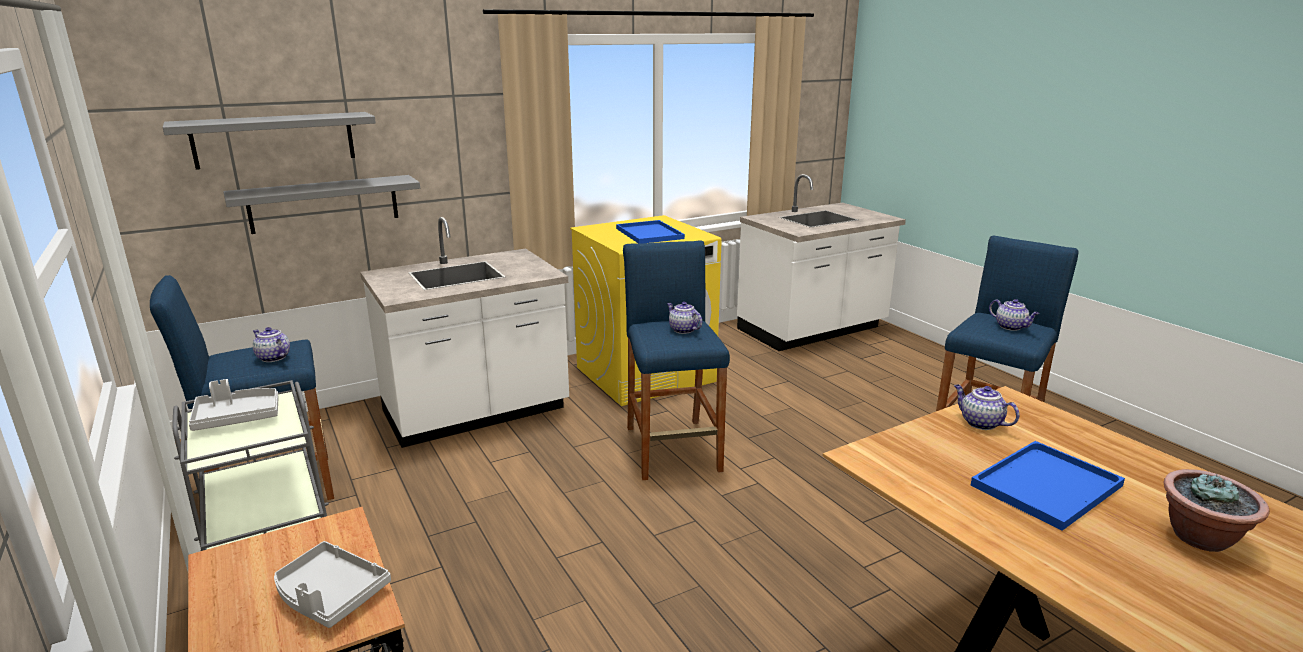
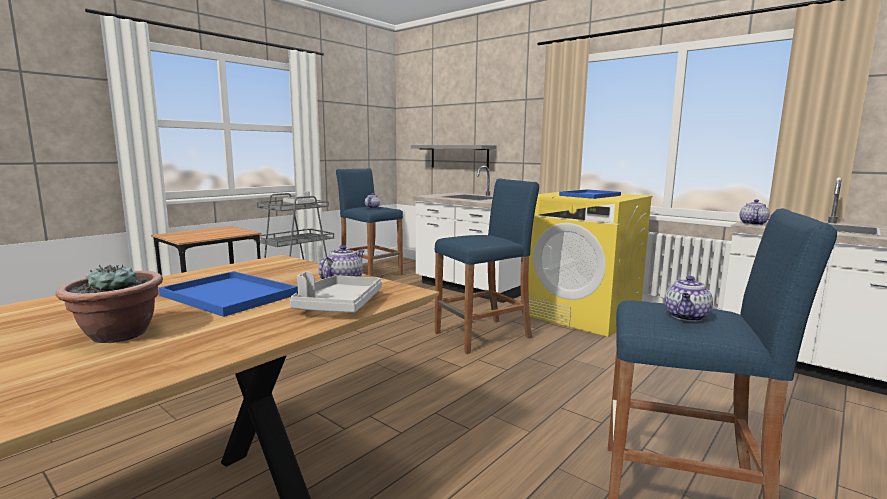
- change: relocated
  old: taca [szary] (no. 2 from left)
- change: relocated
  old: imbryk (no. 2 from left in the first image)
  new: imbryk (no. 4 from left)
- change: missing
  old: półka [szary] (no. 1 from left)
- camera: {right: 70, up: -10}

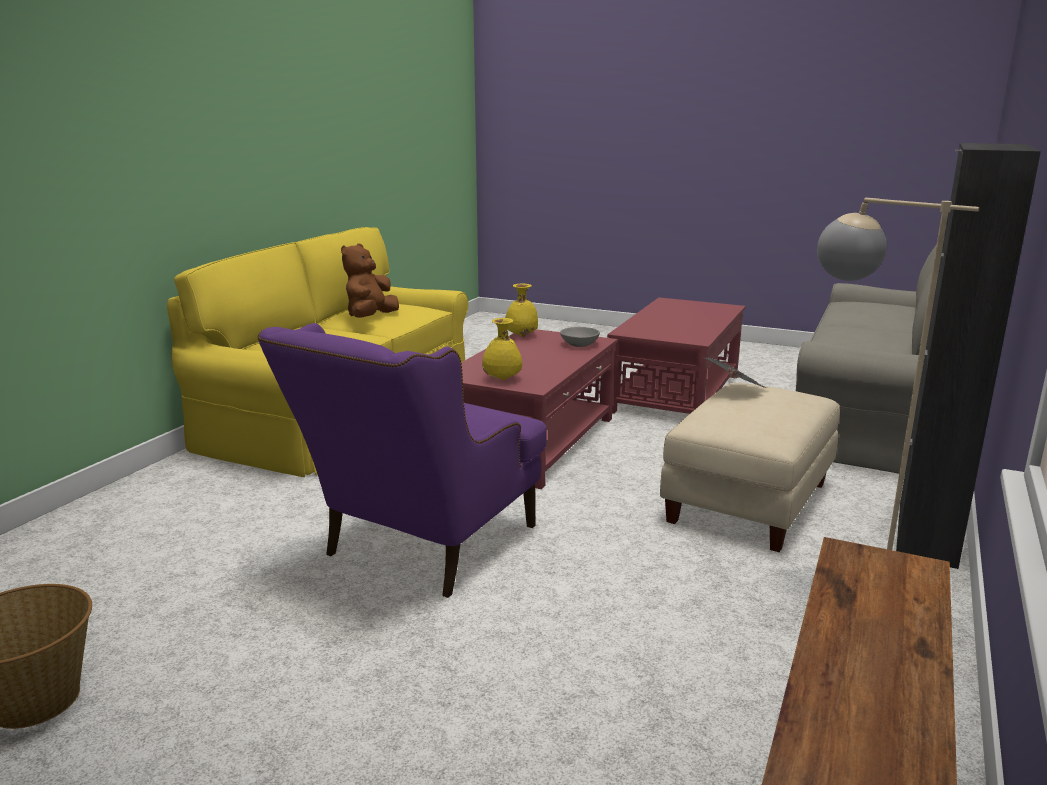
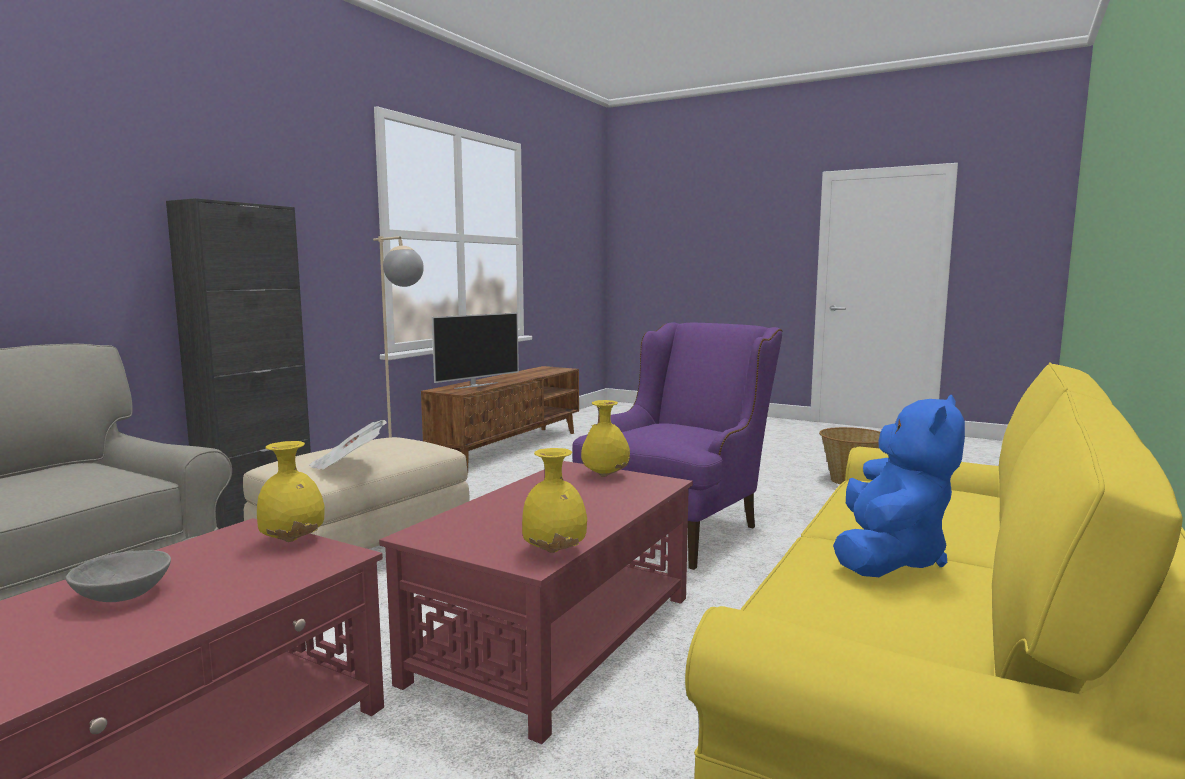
- change: relocated
  old: miska [szary]
- change: appeared
  new: wazon [żółty] (no. 1 from left)
- change: appeared
  new: telewizor
- change: colour
  old: pluszak [brązowy]
  new: pluszak [niebieski]
- camera: {right: -175, up: -10}

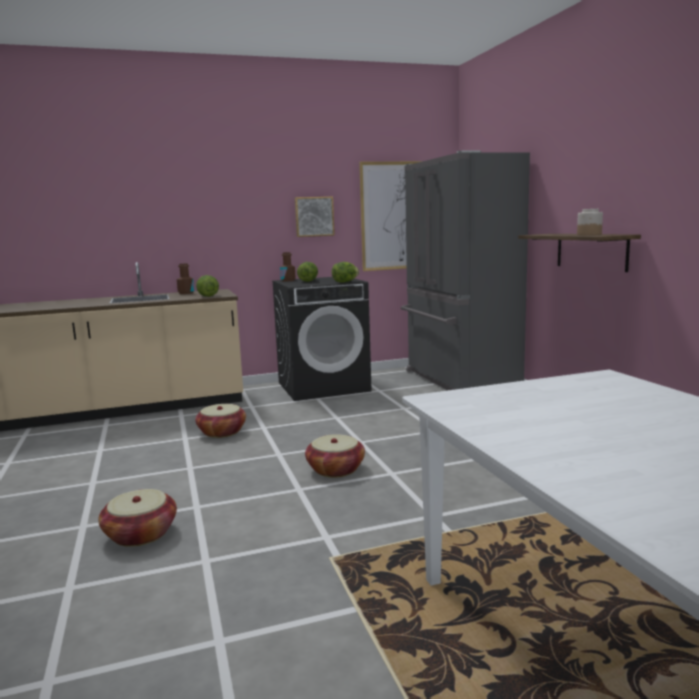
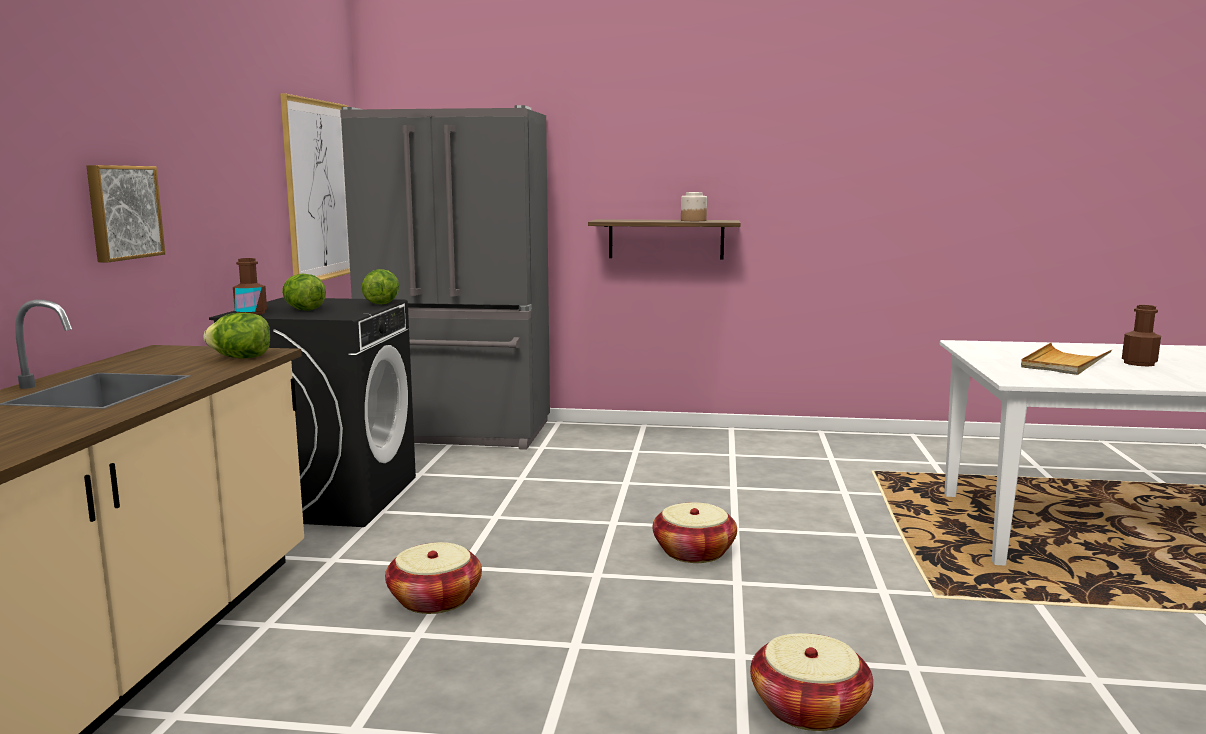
- change: relocated
  old: obraz (no. 1 from left)
- change: appeared
  new: taca [beżowy]
- change: relocated
  old: butelka [brązowy] (no. 1 from left in the first image)
  new: butelka [brązowy] (no. 2 from left)
- camera: {right: -65, up: 0}

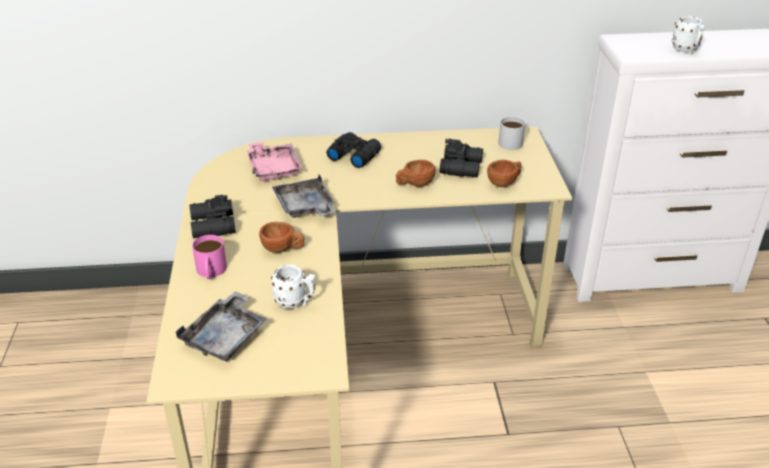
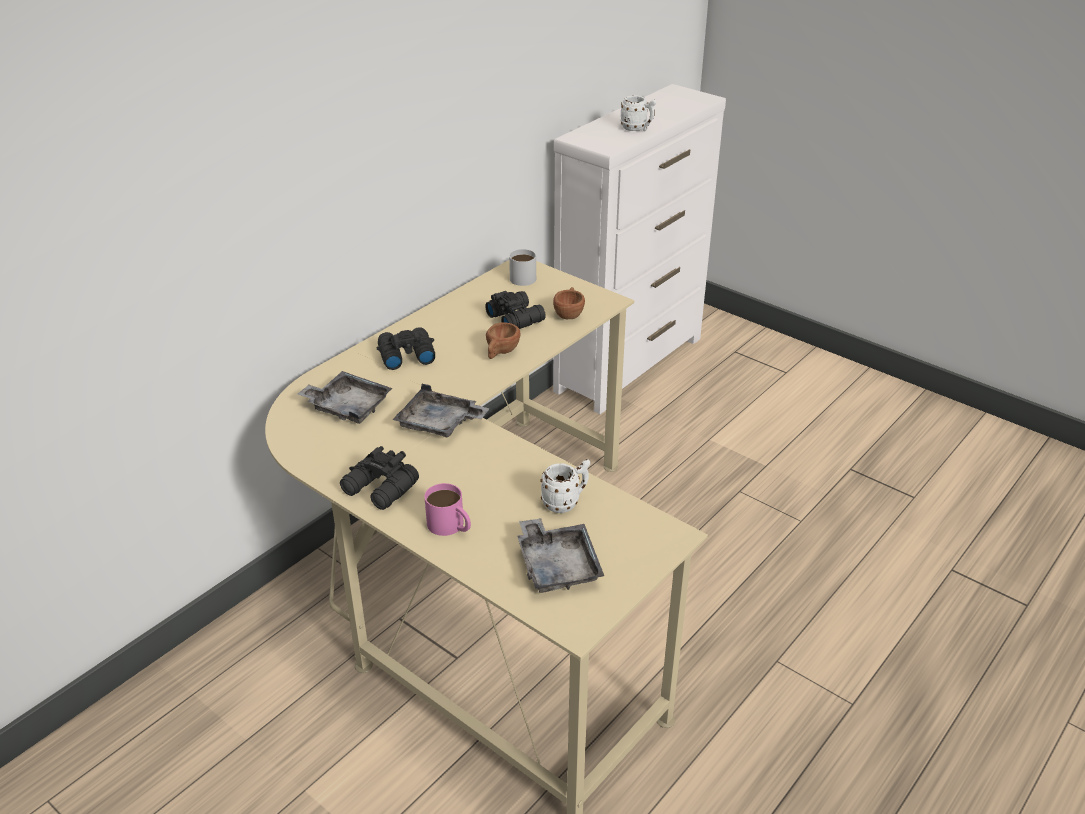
- change: colour
  old: taca [różowy]
  new: taca [szary] (no. 1 from left)
- change: missing
  old: filiżanka [brązowy] (no. 1 from left)
- camera: {right: -45, up: 0}

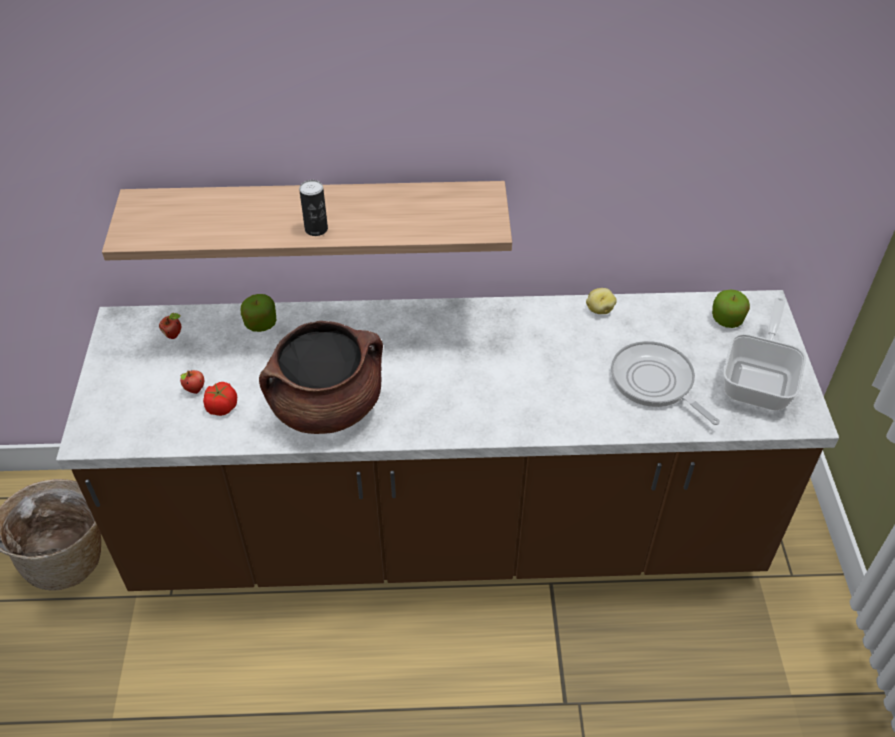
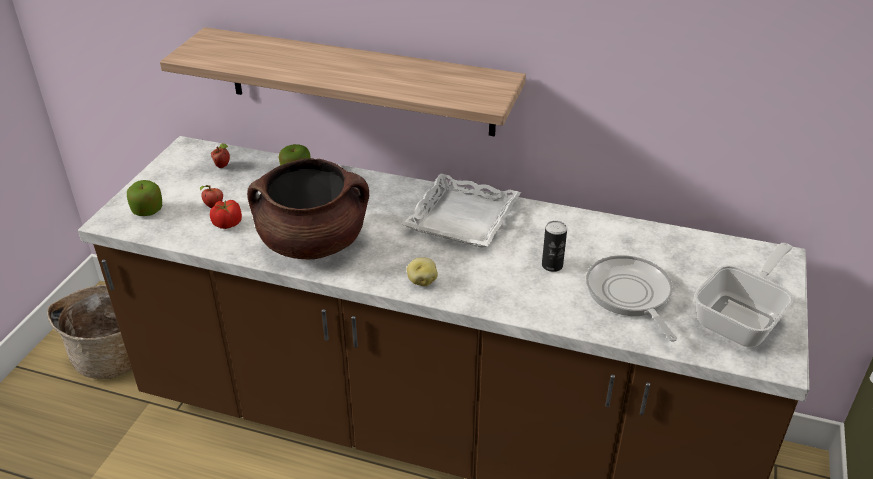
- change: relocated
  old: jabłko (no. 4 from left in the first image)
  new: jabłko (no. 1 from left)
- change: appeared
  new: taca [biały]
- change: relocated
  old: ziemniak
- change: relocated
  old: puszka
- camera: {right: 20, up: -10}

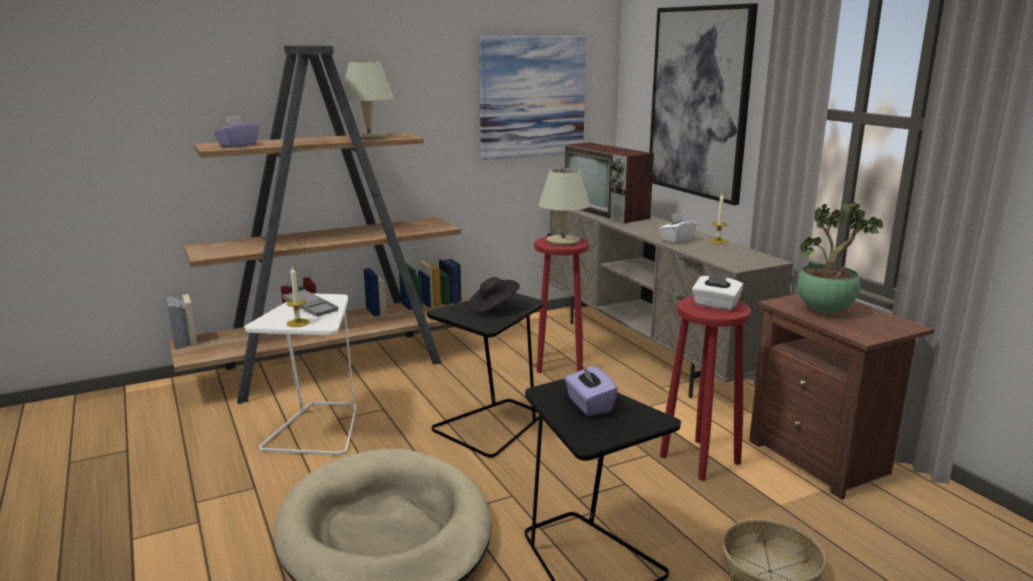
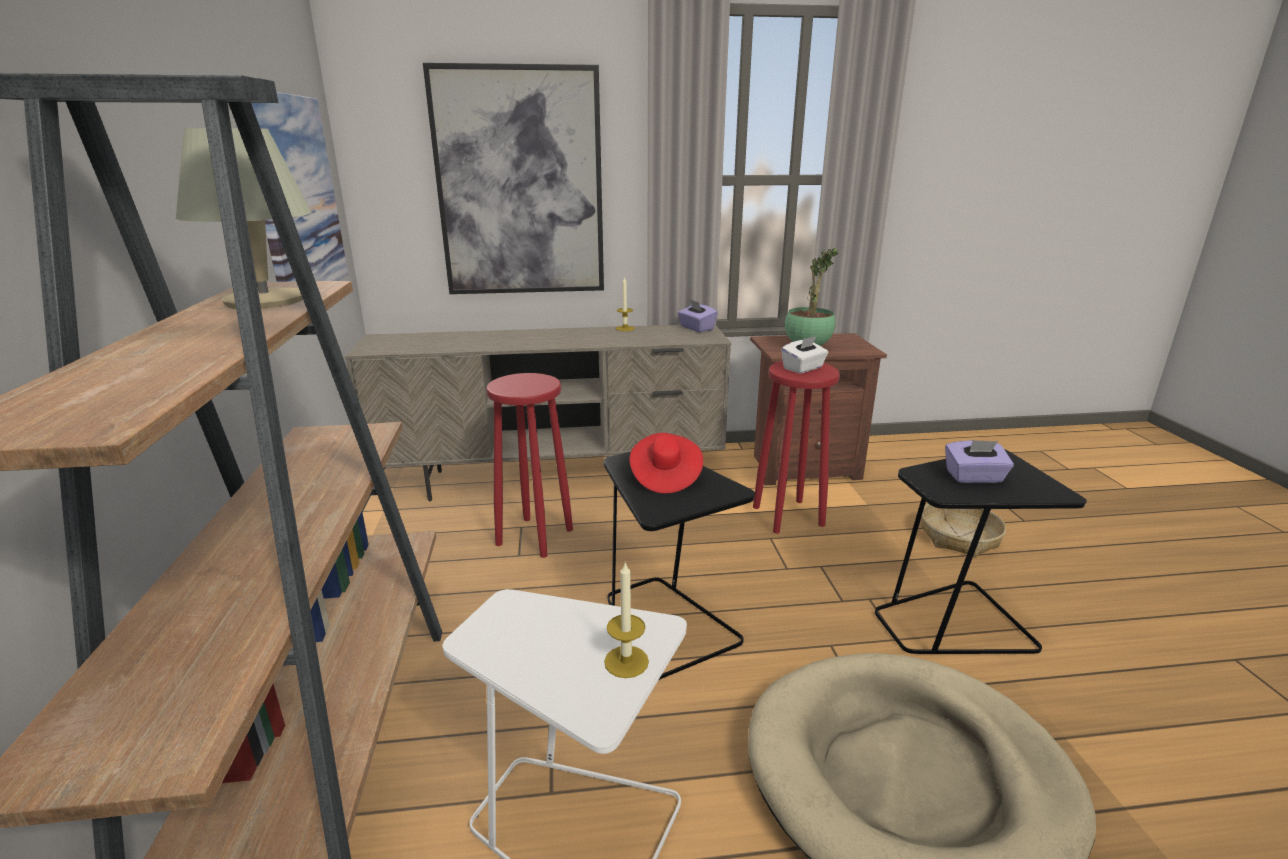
- change: colour
  old: kapelusz [czarny]
  new: kapelusz [czerwony]
- change: relocated
  old: pudełko chusteczek [fioletowy] (no. 1 from left)
- change: missing
  old: taca [szary]
- change: missing
  old: lampa stołowa [beżowy] (no. 2 from left)
- change: missing
  old: telewizor
- change: missing
  old: pudełko chusteczek [biały] (no. 1 from left)
- camera: {right: -70, up: 5}

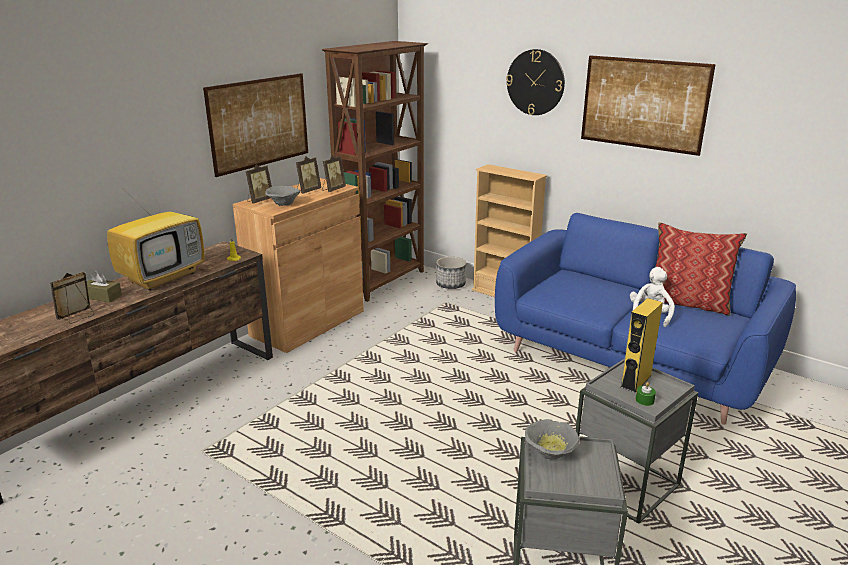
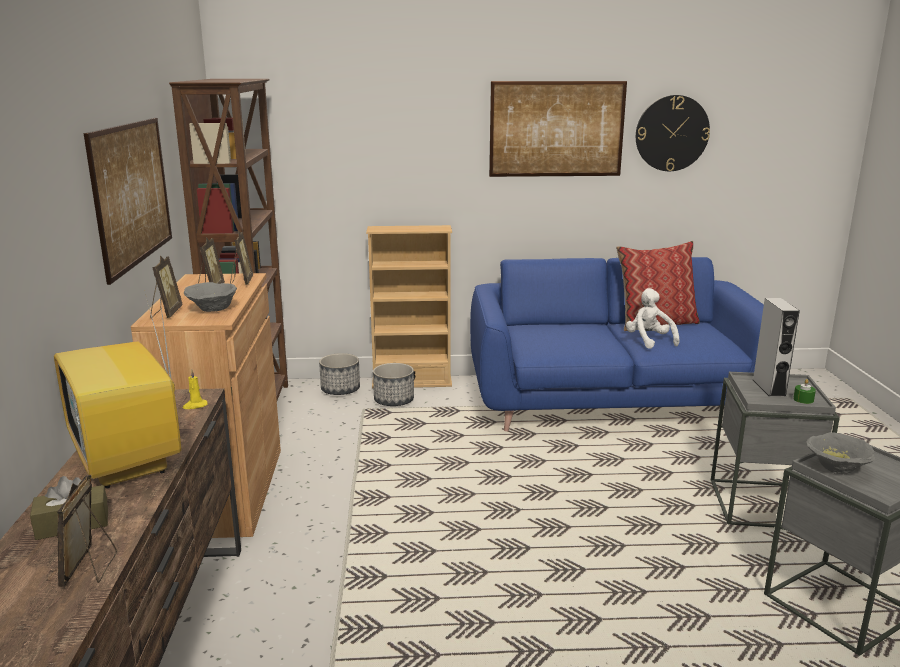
- change: spun
  old: telewizor
  degrees: 150
- change: appeared
  new: donica (no. 2 from left)
- change: relocated
  old: zegar ścienny
- change: colour
  old: głośnik [żółty]
  new: głośnik [szary]
- camera: {right: -40, up: -5}

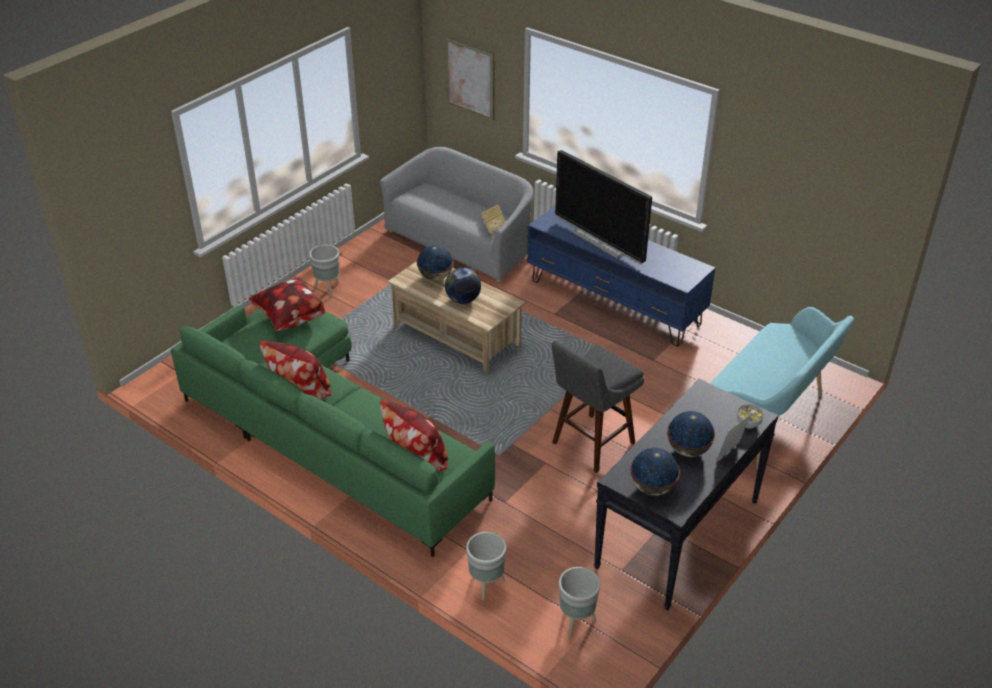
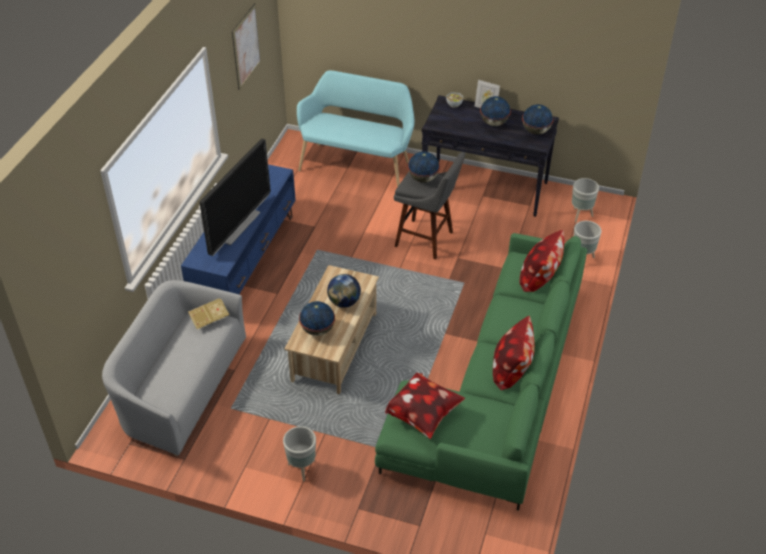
- change: relocated
  old: obraz
- change: appeared
  new: globus (no. 3 from left)
- camera: {right: -110, up: 5}

